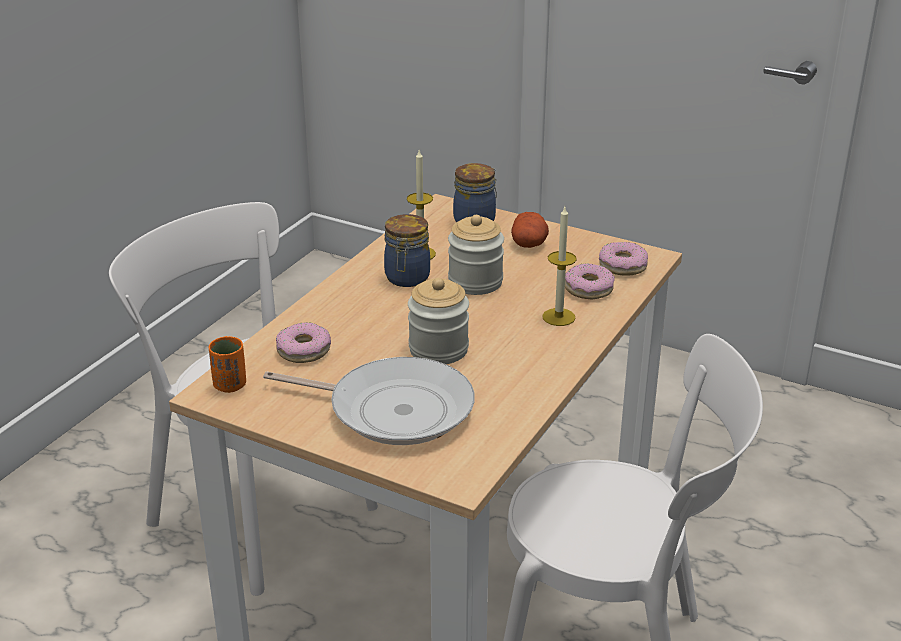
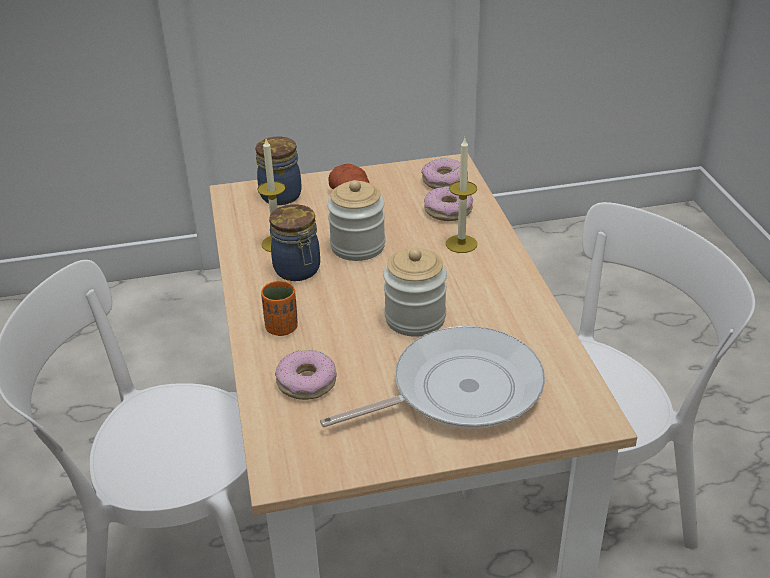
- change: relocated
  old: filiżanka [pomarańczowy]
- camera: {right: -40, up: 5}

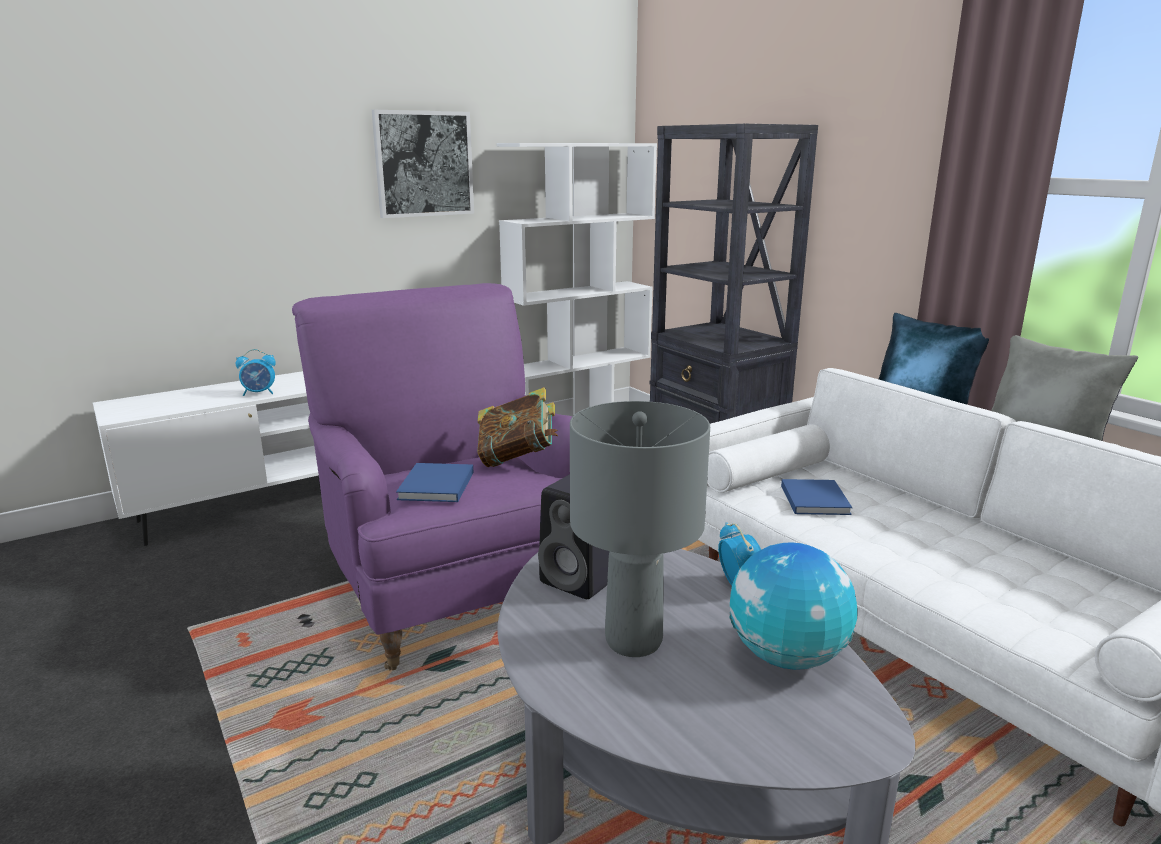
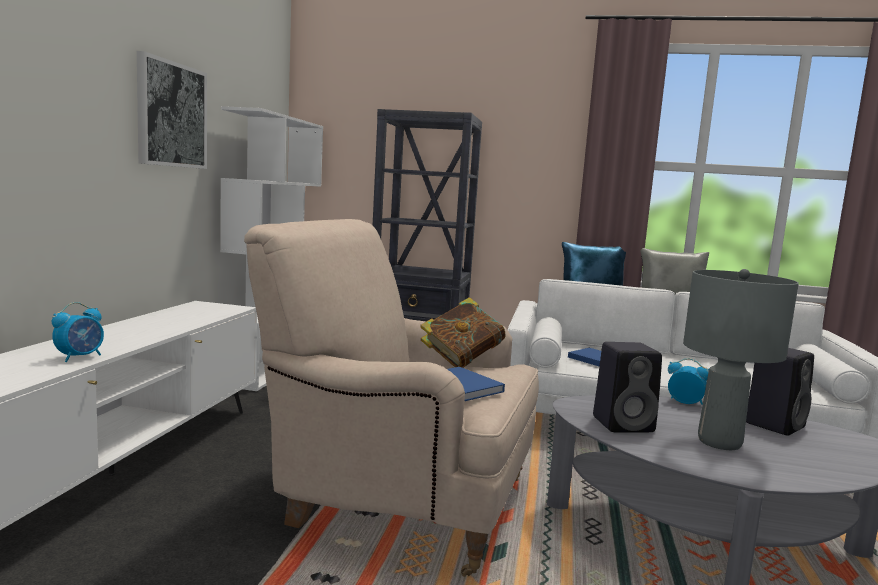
- change: colour
  old: fotel [fioletowy]
  new: fotel [beżowy]
- change: exchanged
  old: globus
  new: głośnik [czarny] (no. 2 from left)
- camera: {right: -45, up: -10}

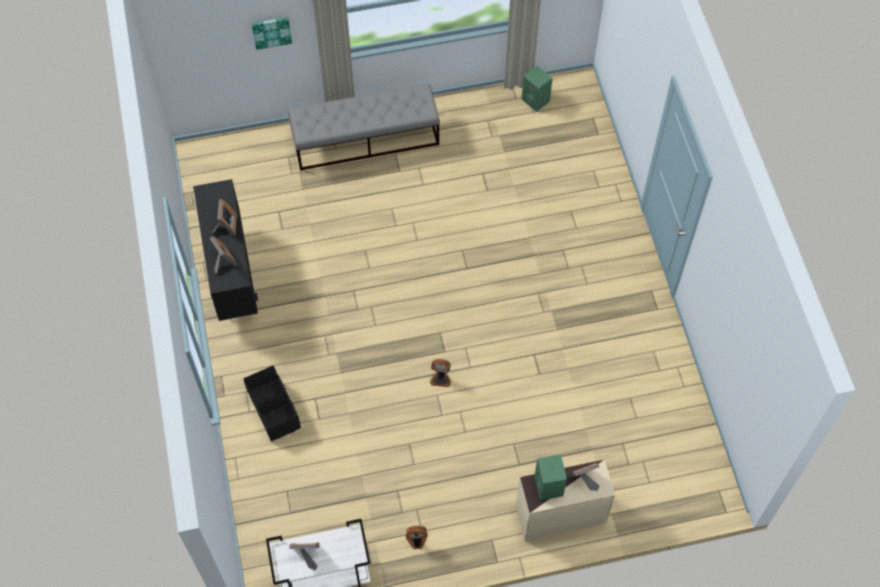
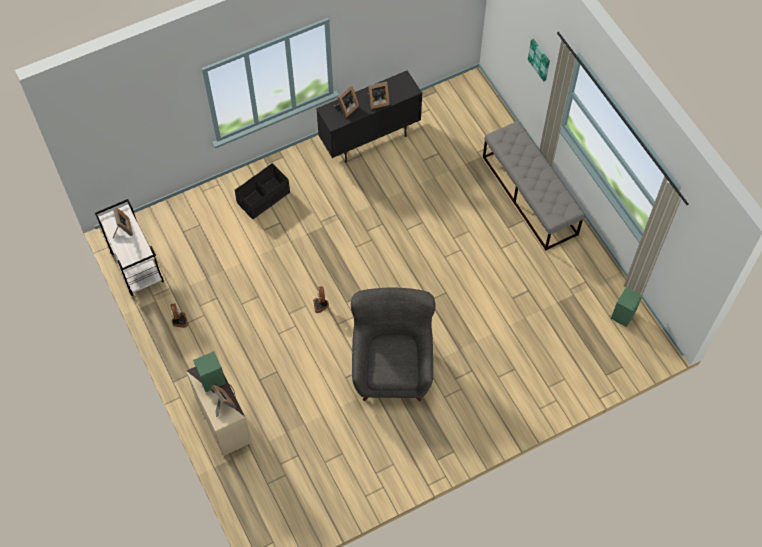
- change: appeared
  new: fotel [szary]
- camera: {right: 75, up: 0}

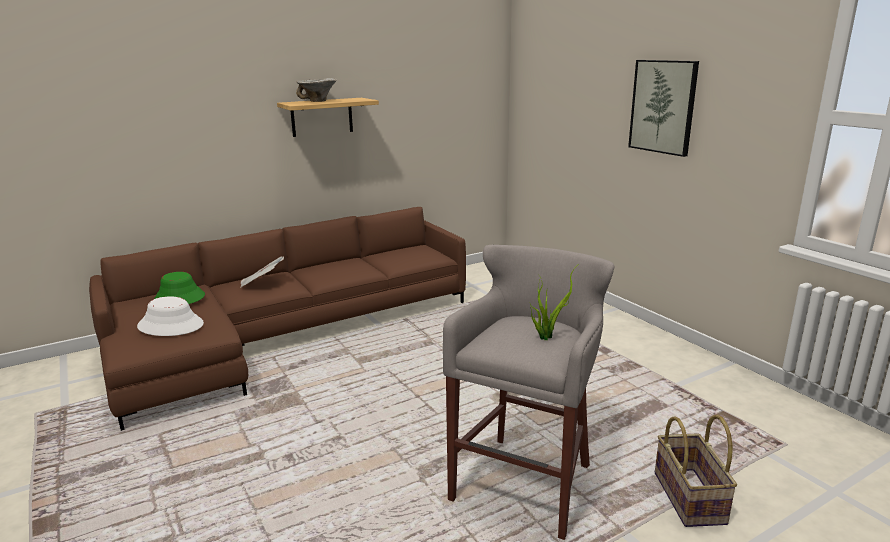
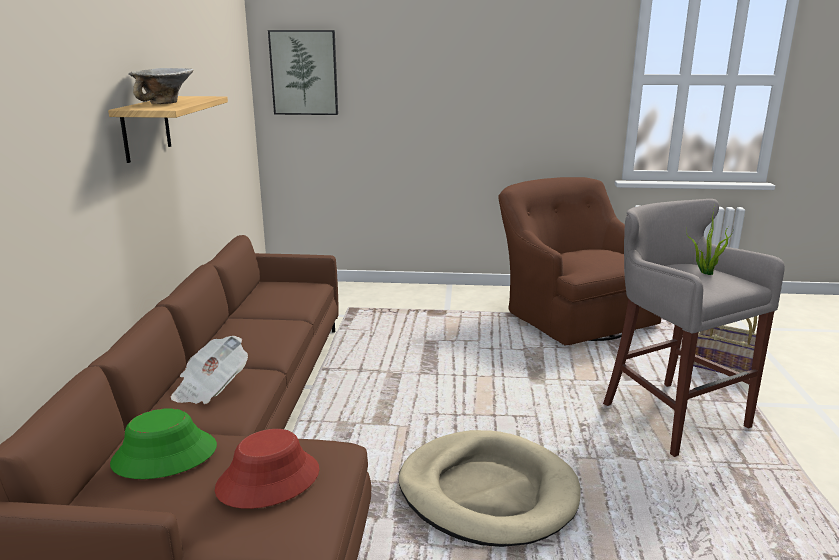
- change: colour
  old: kapelusz [biały]
  new: kapelusz [czerwony]
- change: relocated
  old: obraz
- change: appeared
  new: legowisko [beżowy]
- change: appeared
  new: fotel [brązowy]
- camera: {right: -55, up: 0}

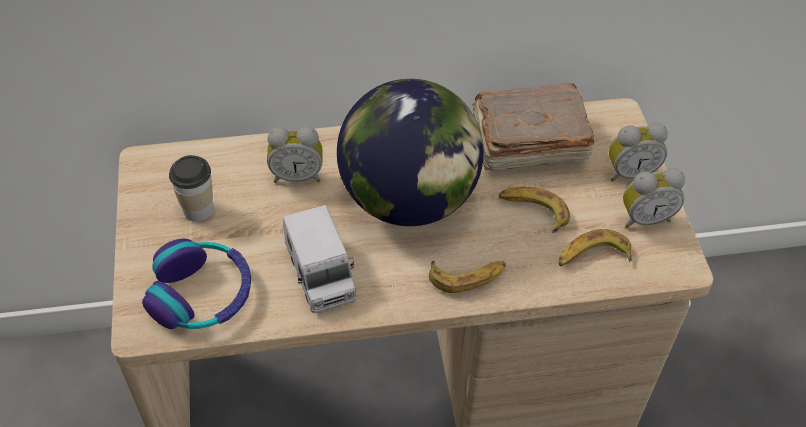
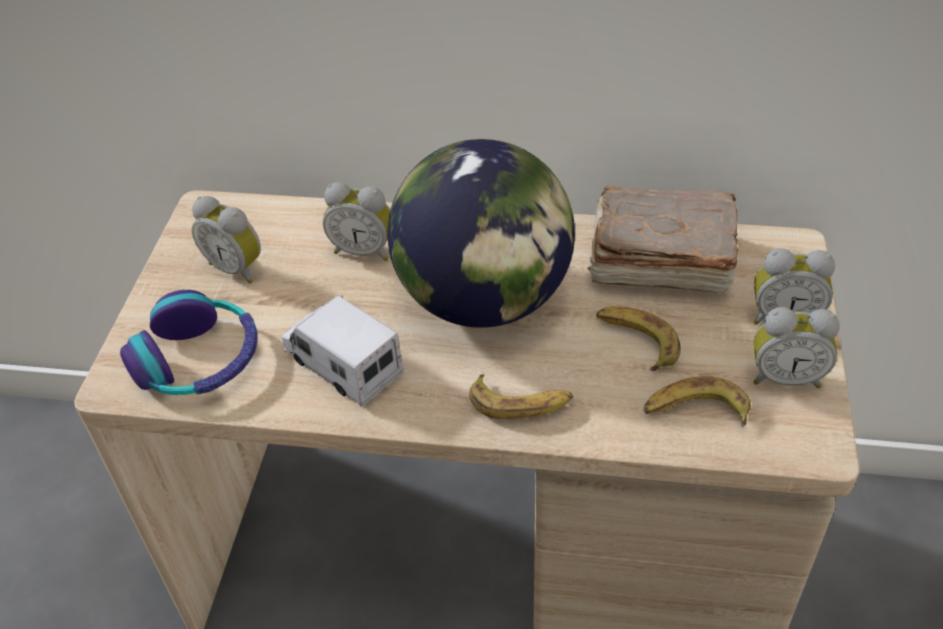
- change: exchanged
  old: filiżanka
  new: budzik (no. 1 from left)
- change: spun
  old: ciężarówka zabawkowa
  degrees: 135
- camera: {right: 20, up: -5}

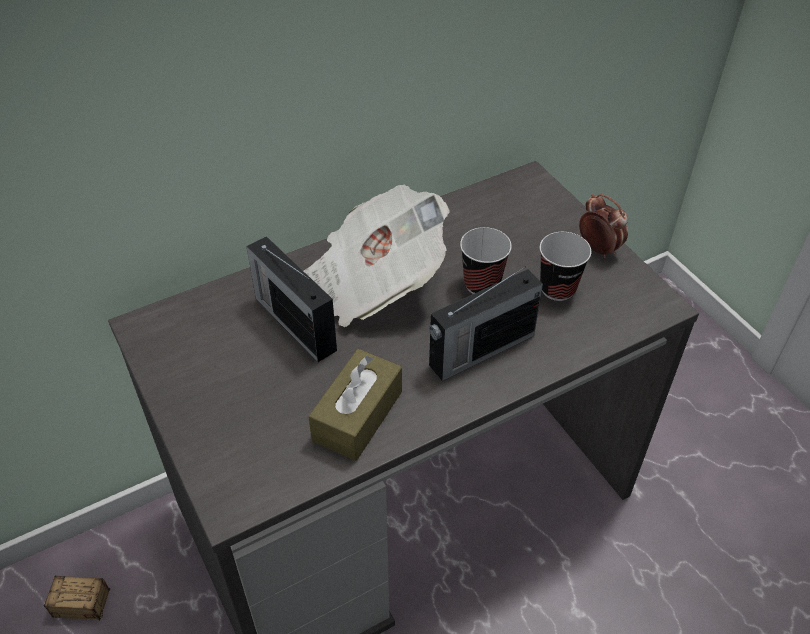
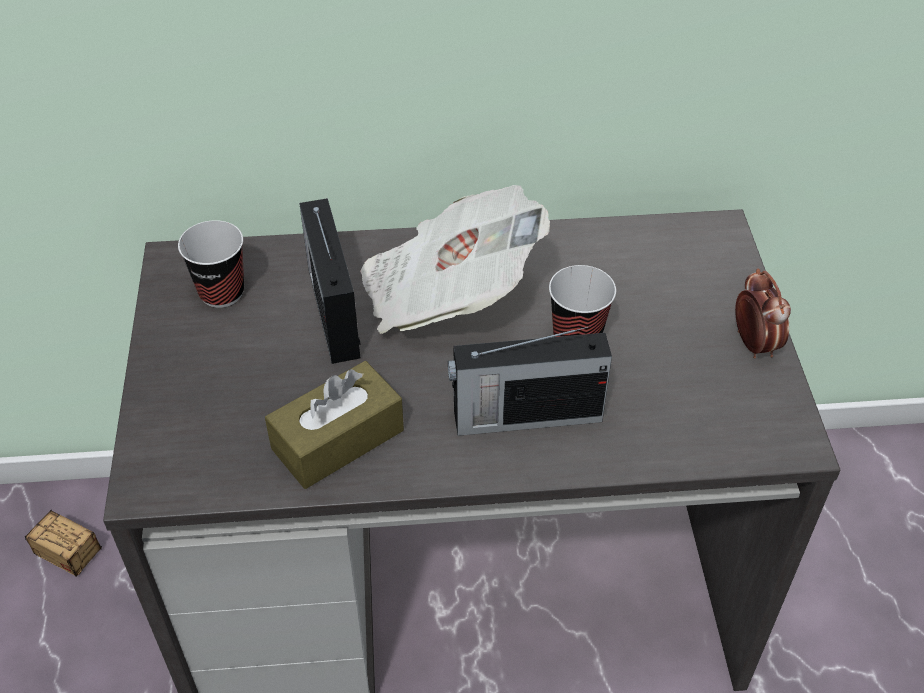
- change: relocated
  old: filiżanka (no. 2 from left in the first image)
  new: filiżanka (no. 1 from left)
- camera: {right: 25, up: 0}

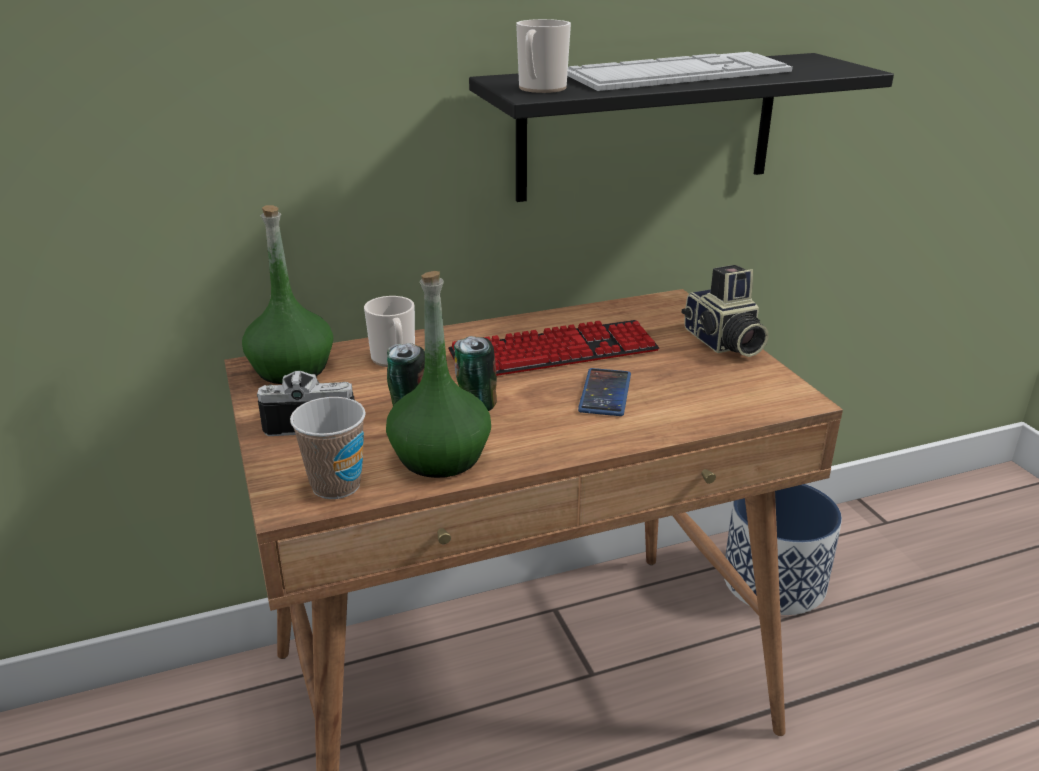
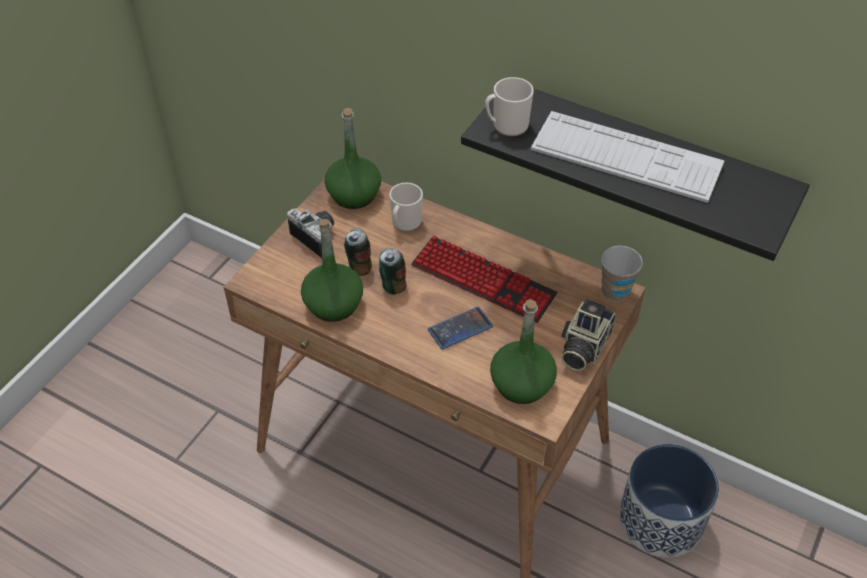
- change: appeared
  new: butelka [zielony] (no. 3 from left)
- change: relocated
  old: filiżanka
- camera: {right: 50, up: 20}

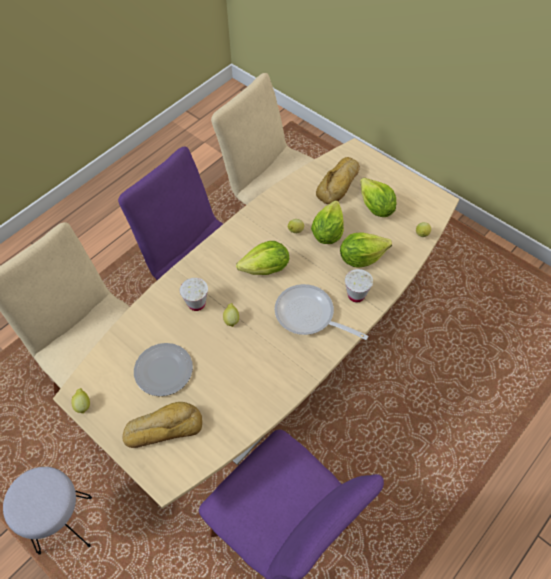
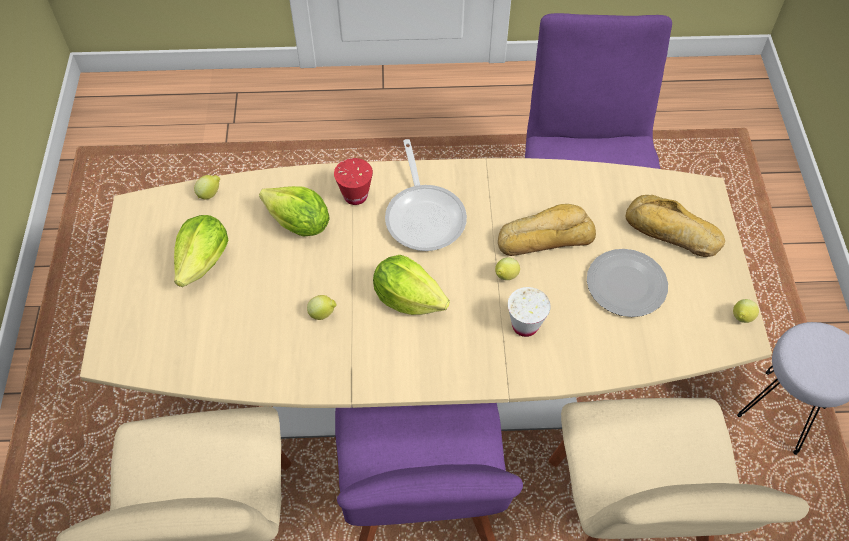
- change: colour
  old: filiżanka [biały] (no. 2 from left)
  new: filiżanka [czerwony]
- change: relocated
  old: chleb (no. 2 from left in the first image)
  new: chleb (no. 1 from left)
- change: missing
  old: sałata (no. 2 from left)
- camera: {right: -135, up: 0}

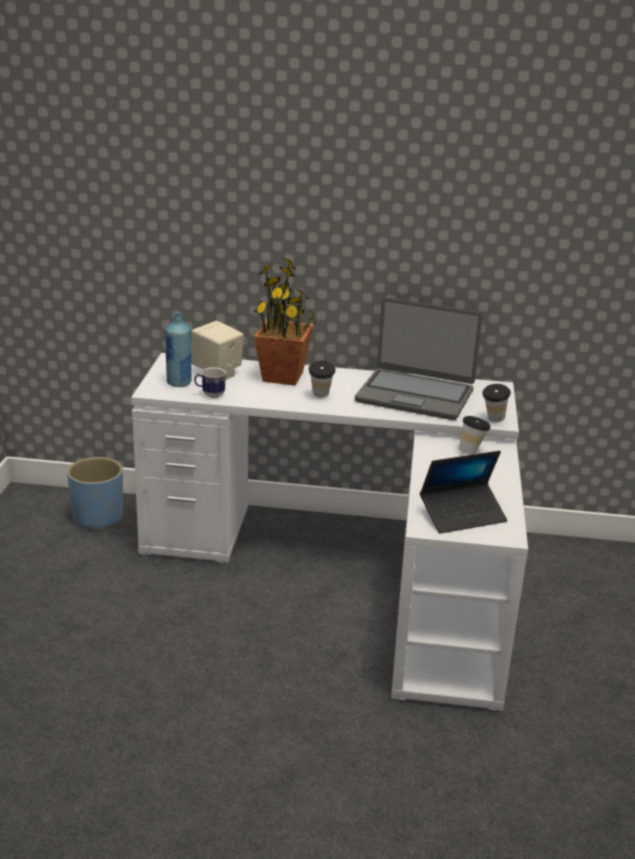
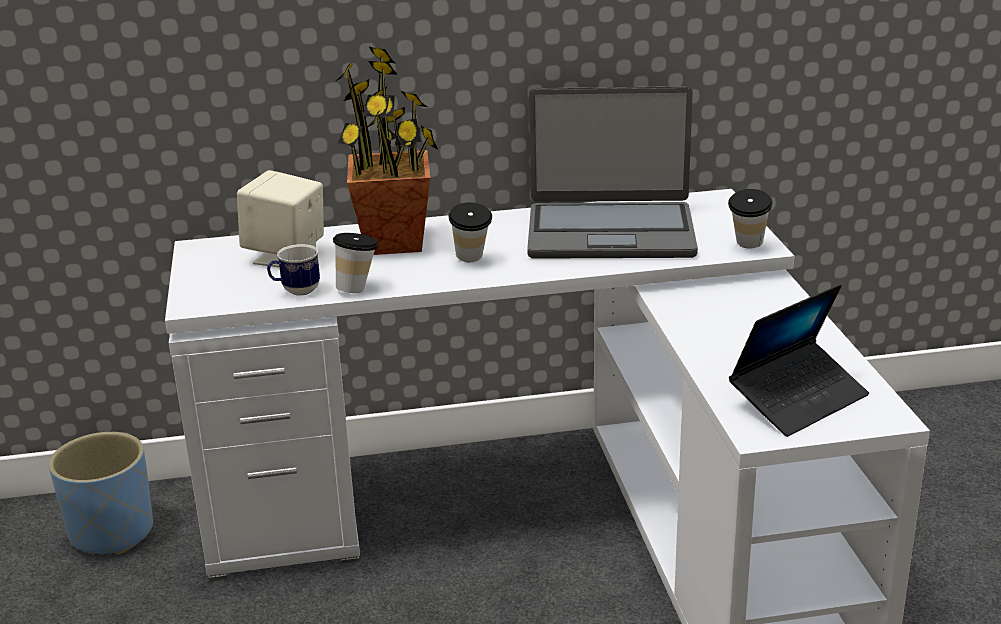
- change: relocated
  old: filiżanka (no. 2 from left in the first image)
  new: filiżanka (no. 1 from left)
- change: missing
  old: butelka [niebieski]
- camera: {right: -15, up: 0}

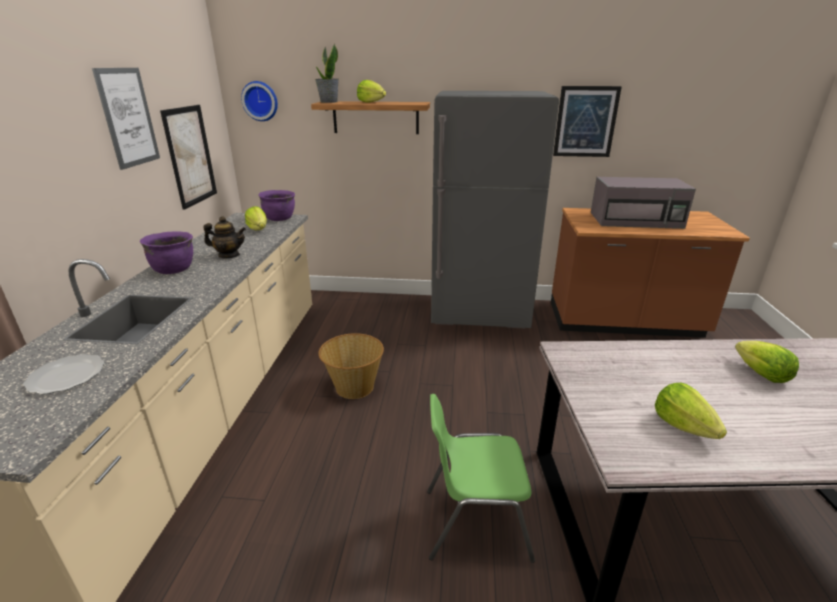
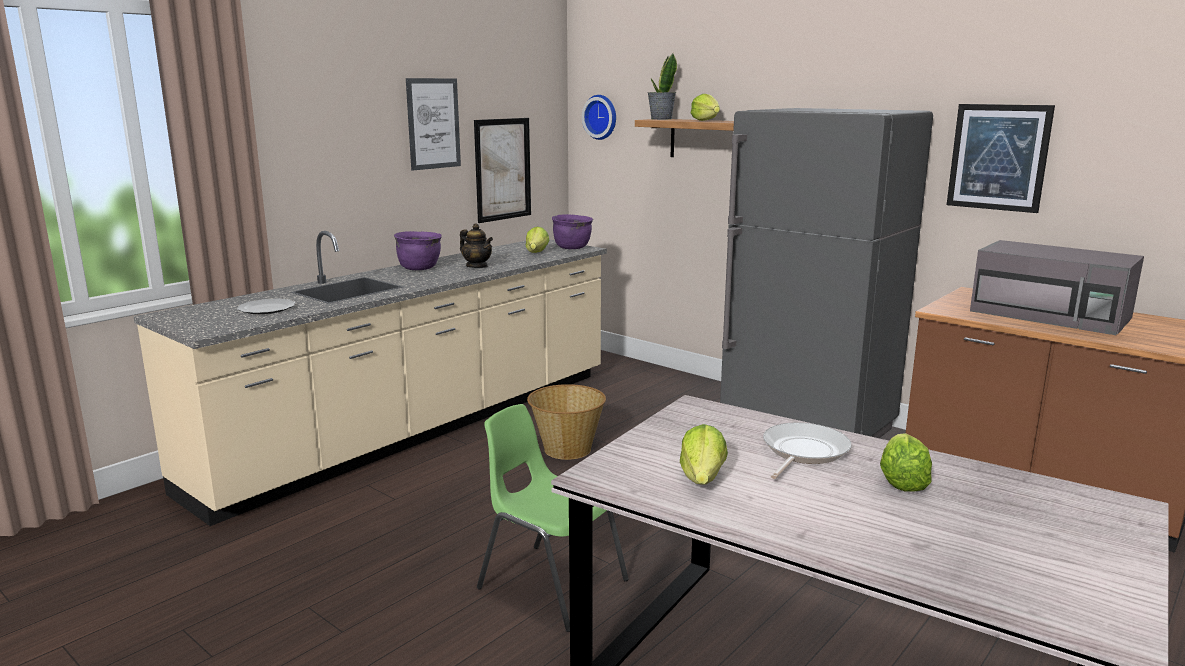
- change: appeared
  new: patelnia
- camera: {right: 35, up: -10}

